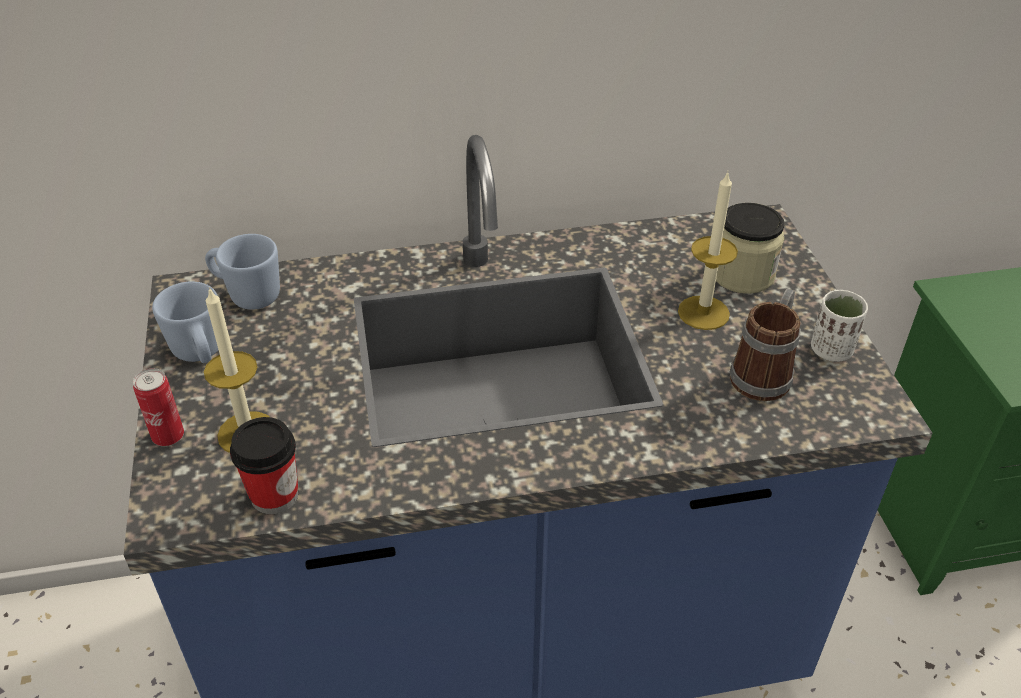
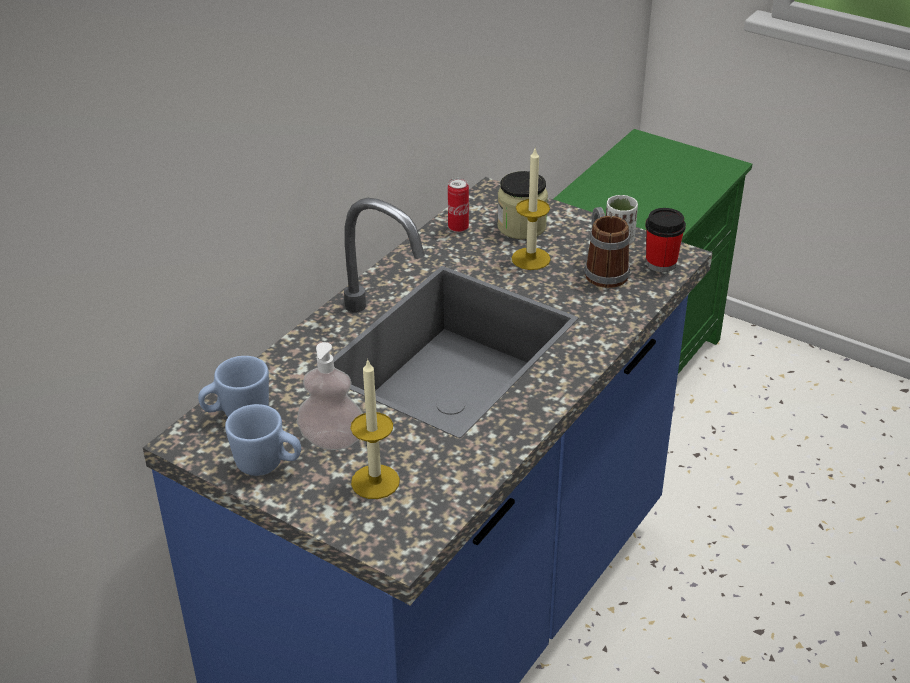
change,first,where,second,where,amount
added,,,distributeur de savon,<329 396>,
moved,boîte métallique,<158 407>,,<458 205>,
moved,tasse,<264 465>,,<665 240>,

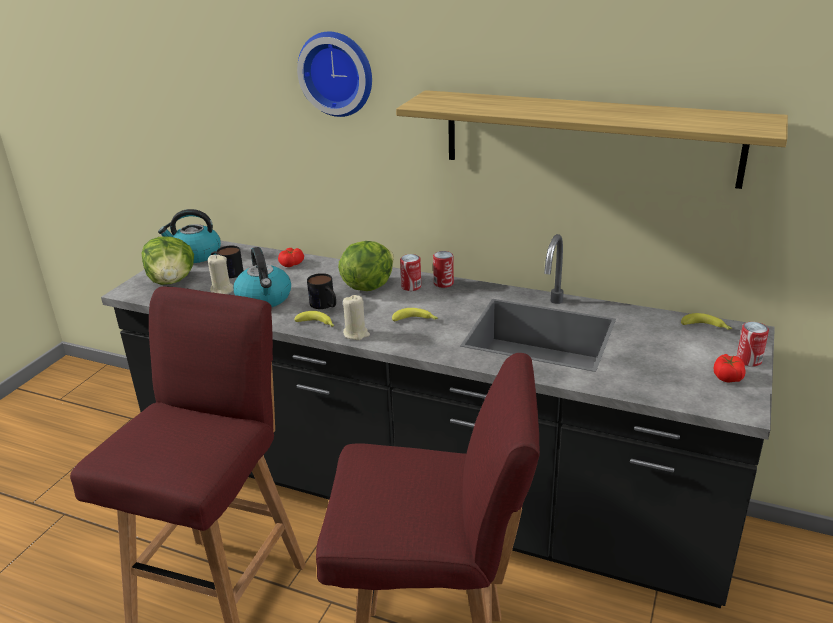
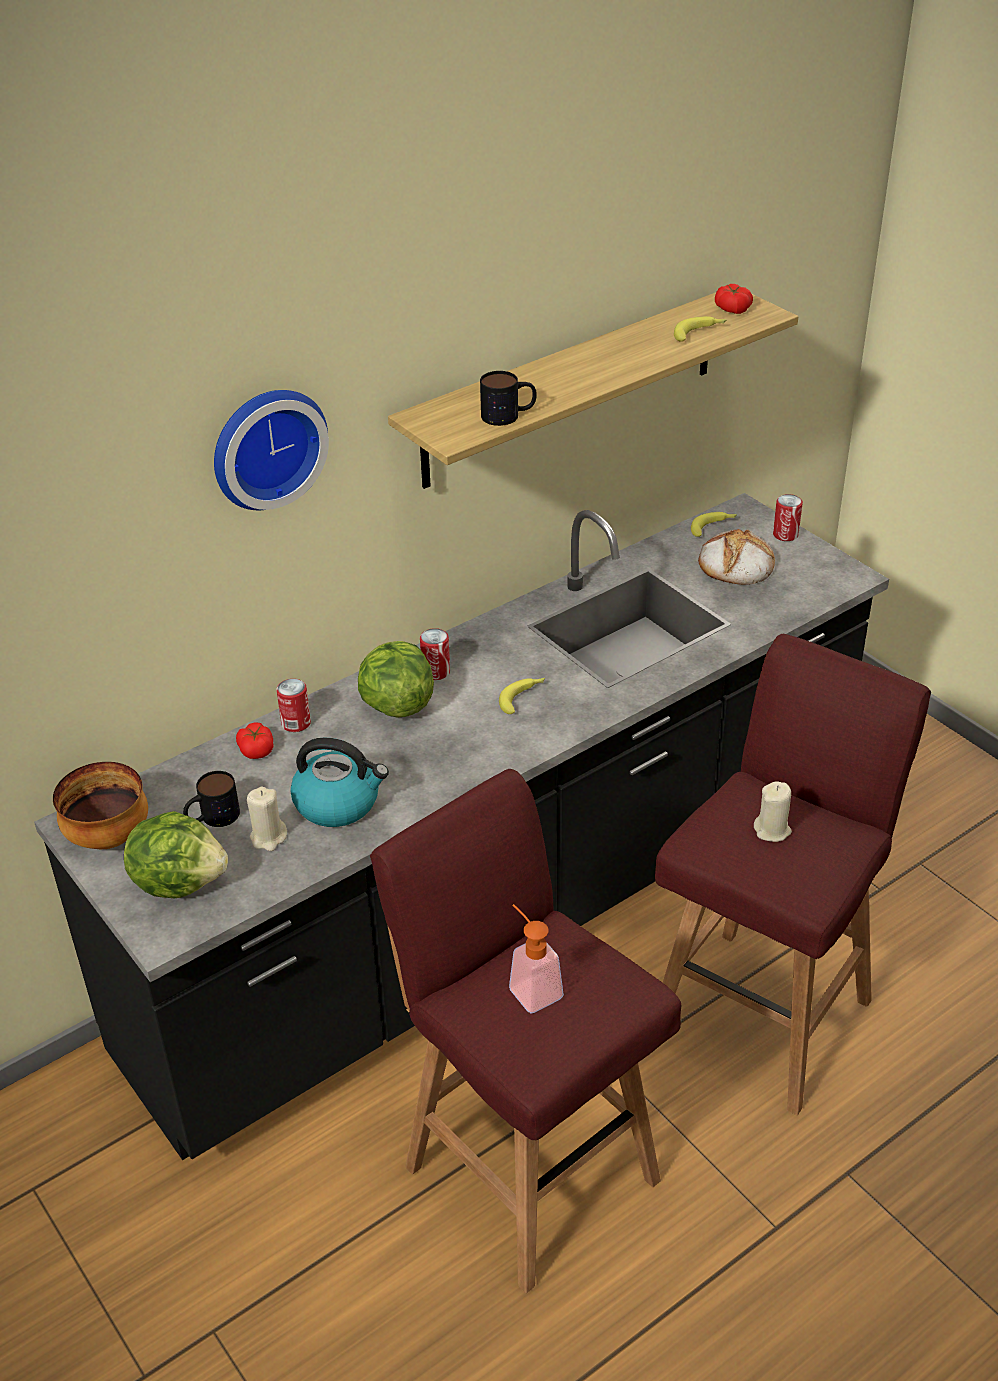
change,first,where,second,where,amount
replaced,bouilloire,<189 236>,bol,<100 805>,
moved,boîte métallique,<443 269>,,<293 705>,
moved,mug,<321 291>,,<508 398>,
added,,,distributeur de savon,<536 958>,
moved,banane,<314 319>,,<700 329>,
added,,,pain,<736 557>,
moved,tomate,<730 368>,,<734 299>,
moved,bougie (beige),<356 317>,,<773 811>,

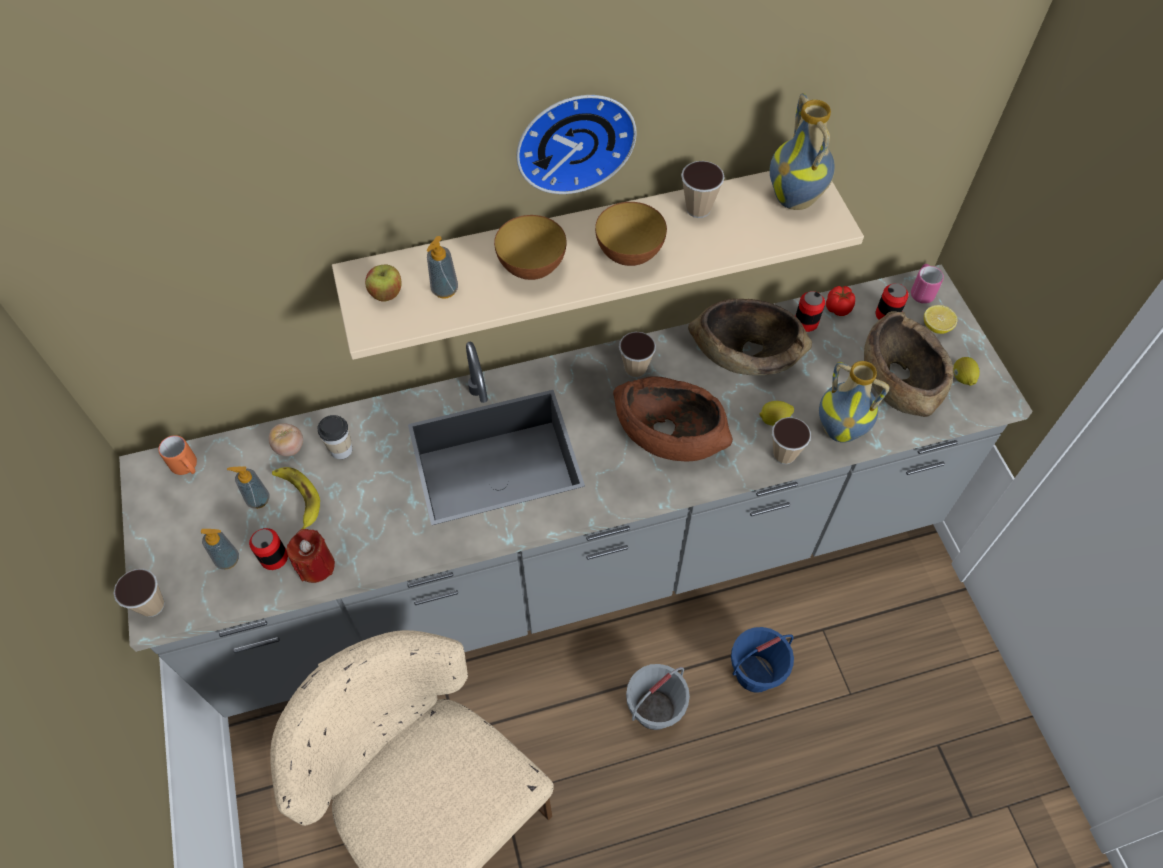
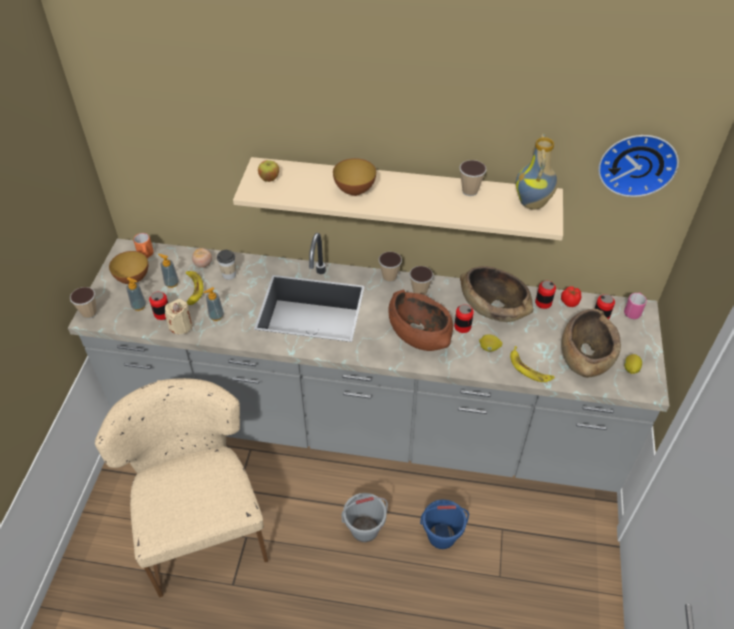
change,first,where,second,where,amount
moved,bol,<631 234>,,<128 267>,
recoloured,bougie (rouge),<311 556>,bougie (beige),<179 316>,
moved,distributeur de savon,<442 267>,,<213 304>,
moved,tasse,<791 440>,,<390 267>,
added,,,boîte métallique,<464 318>,
replaced,vase,<854 402>,banane,<532 364>,
moved,horloge murale,<576 144>,,<638 166>,
removed,citron,<941 319>,,,

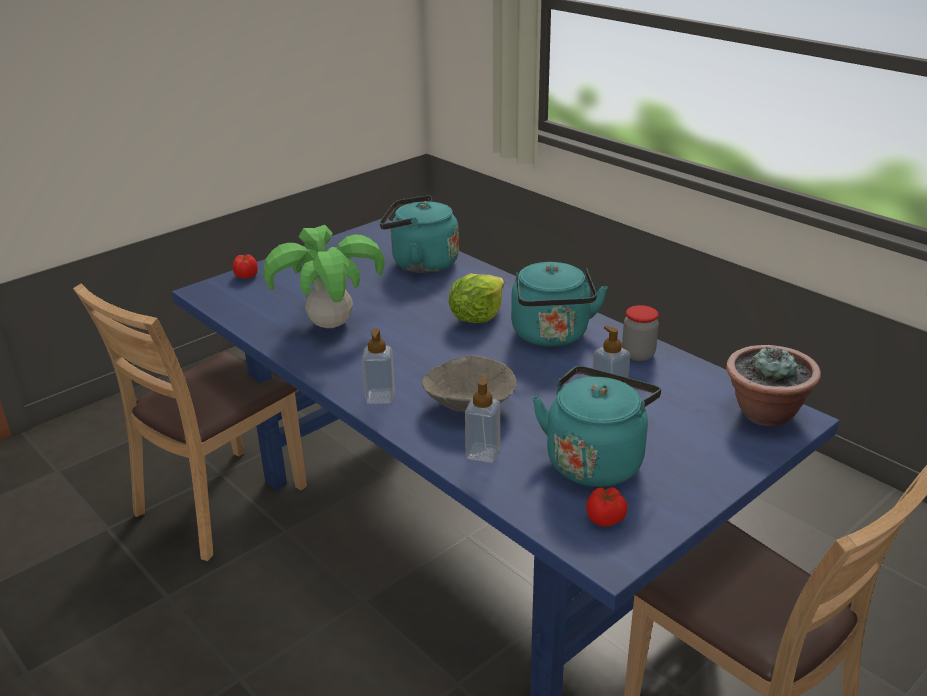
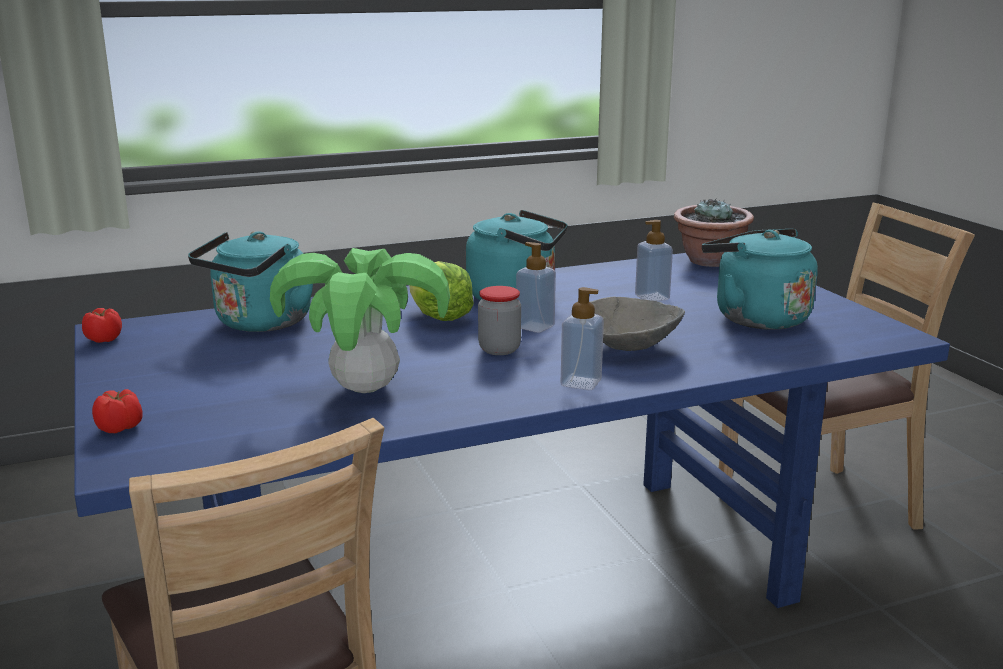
change,first,where,second,where,amount
moved,tomate,<606 507>,,<102 325>,
moved,bocal,<640 333>,,<499 320>,
moved,distributeur de savon,<482 419>,,<536 287>,

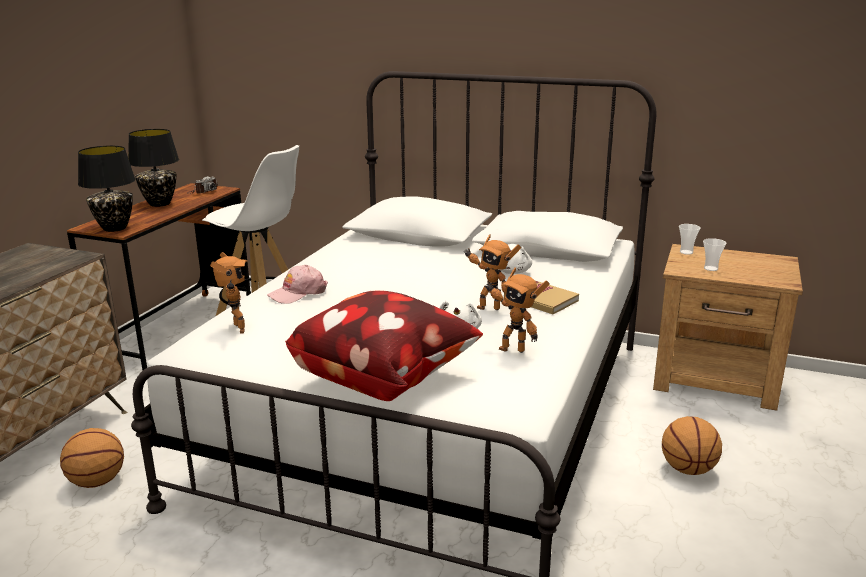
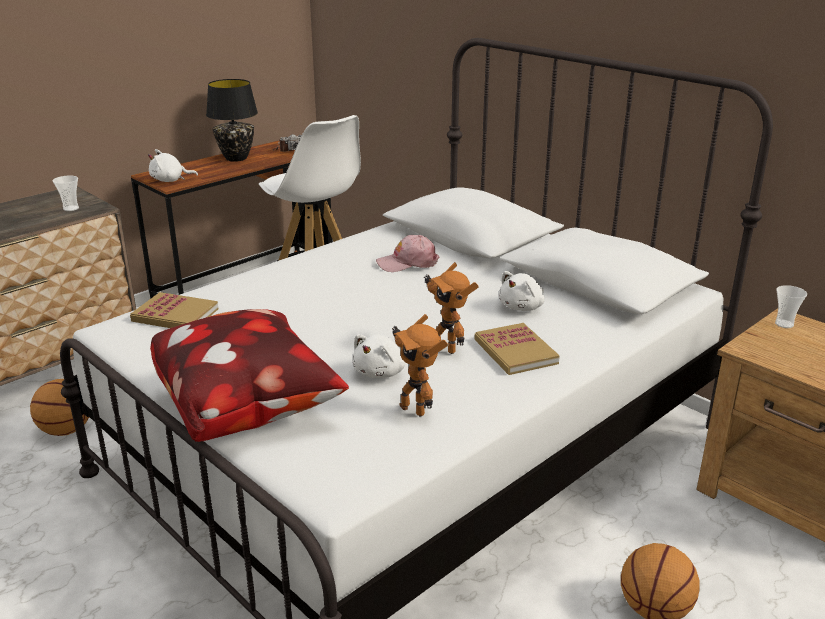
change,first,where,second,where,amount
moved,tasse,<714 254>,,<66 193>,
replaced,robot jouet,<229 293>,livre,<174 310>,
replaced,lampe de table (noir),<107 189>,peluche (blanc),<173 165>,
moved,casquette (rose),<297 284>,,<407 253>,

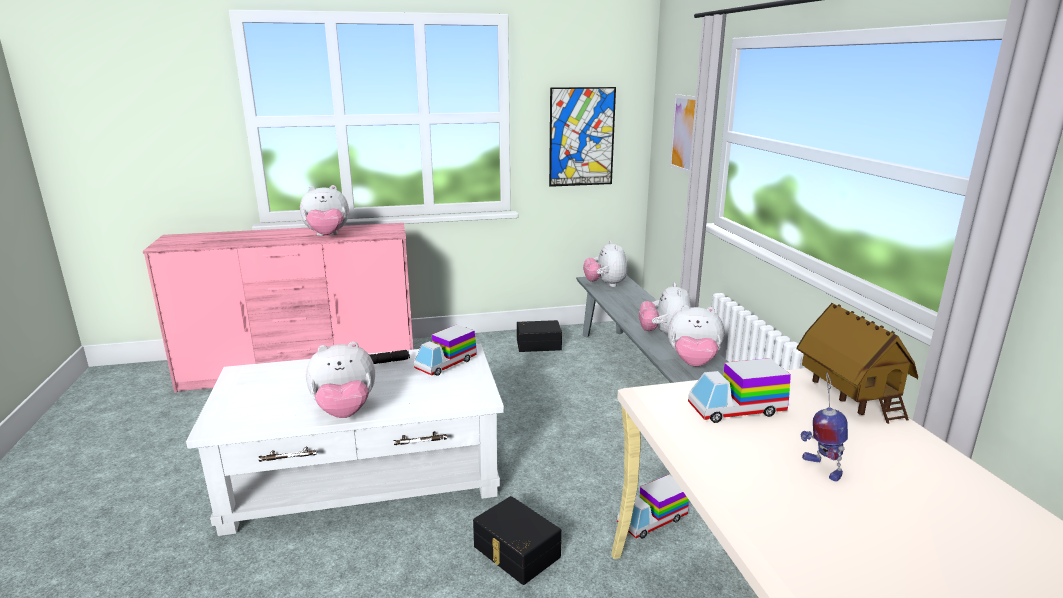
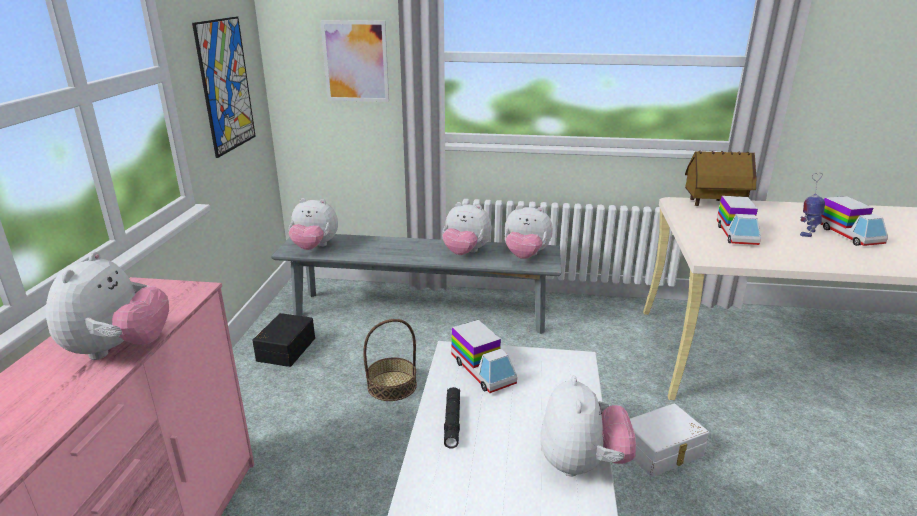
change,first,where,second,where,amount
added,,,panier,<390 360>,
turned,peluche,<696 336>,,<529 232>,75 degrees clockwise
recoloured,boîte de rangement (noir),<517 540>,boîte de rangement (blanc),<669 440>,
turned,robot jouet,<824 427>,,<812 205>,135 degrees clockwise
moved,camion jouet,<653 507>,,<854 221>,

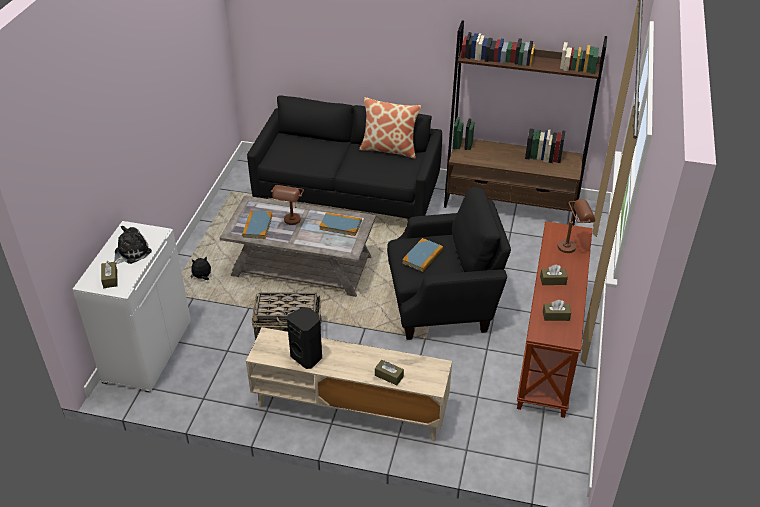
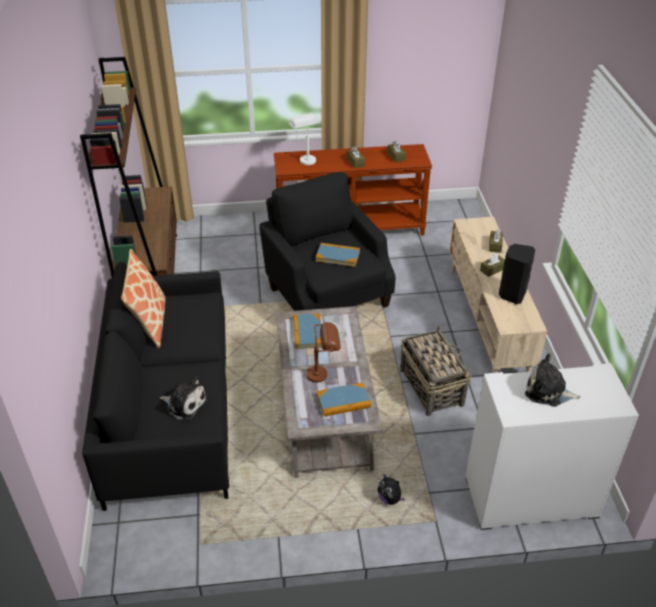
change,first,where,second,where,amount
added,,,peluche,<184 398>,
recoloured,lampe de table (marron),<576 226>,lampe de table (blanc),<304 139>,
moved,boîte à mouchoirs (marron),<109 274>,,<492 265>,

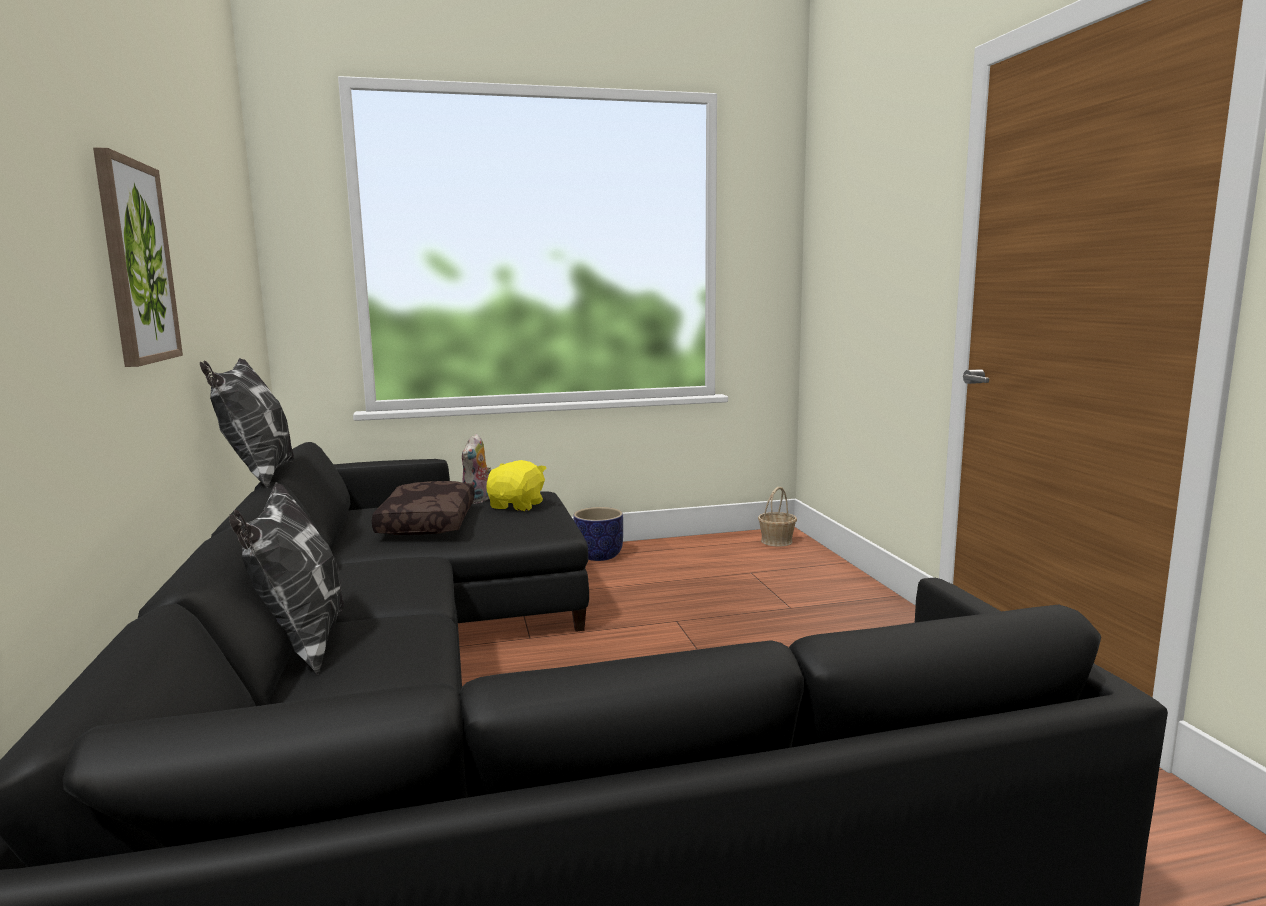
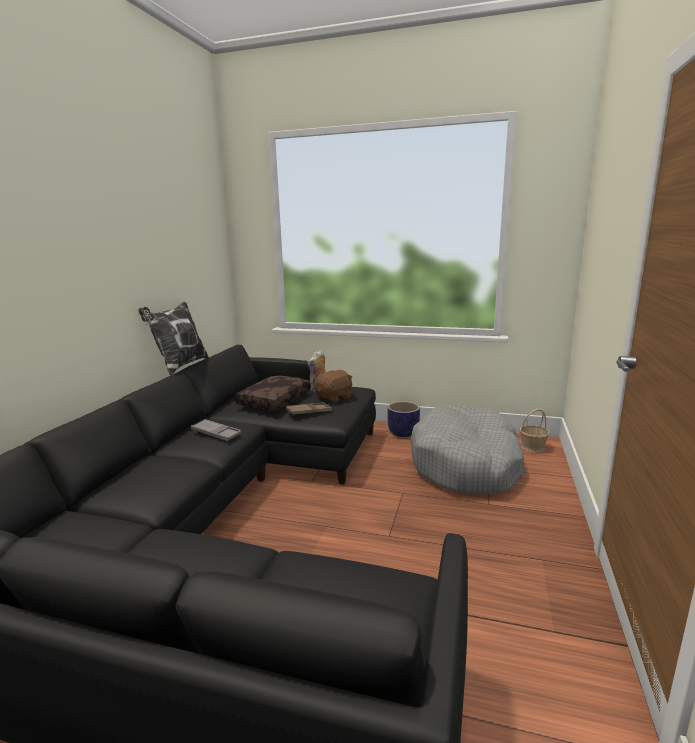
change,first,where,second,where,amount
added,,,plateau (gris),<216 430>,
added,,,plateau (marron),<309 409>,
recoloured,peluche (jaune),<516 485>,peluche (marron),<333 386>,
added,,,panier pour chien (gris),<467 449>,
removed,tableau,<138 257>,,,
removed,coussin,<286 578>,,,

